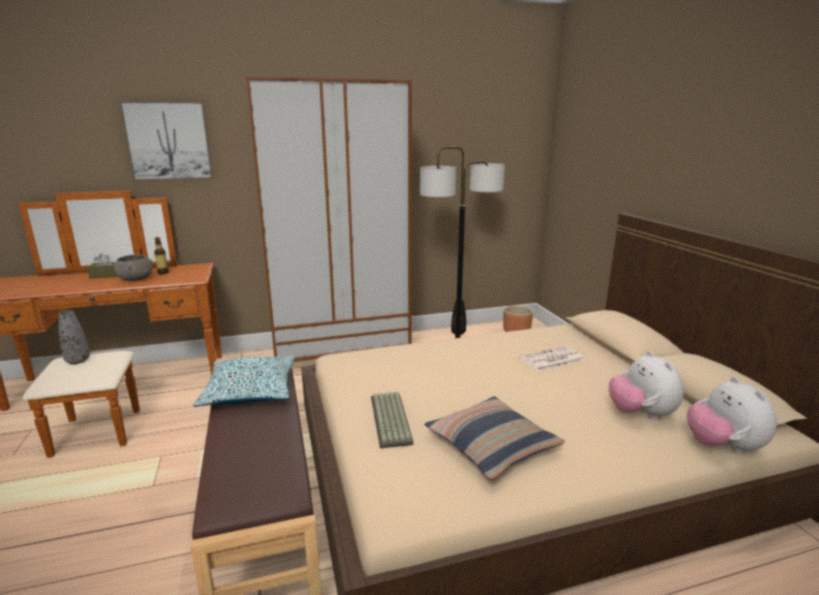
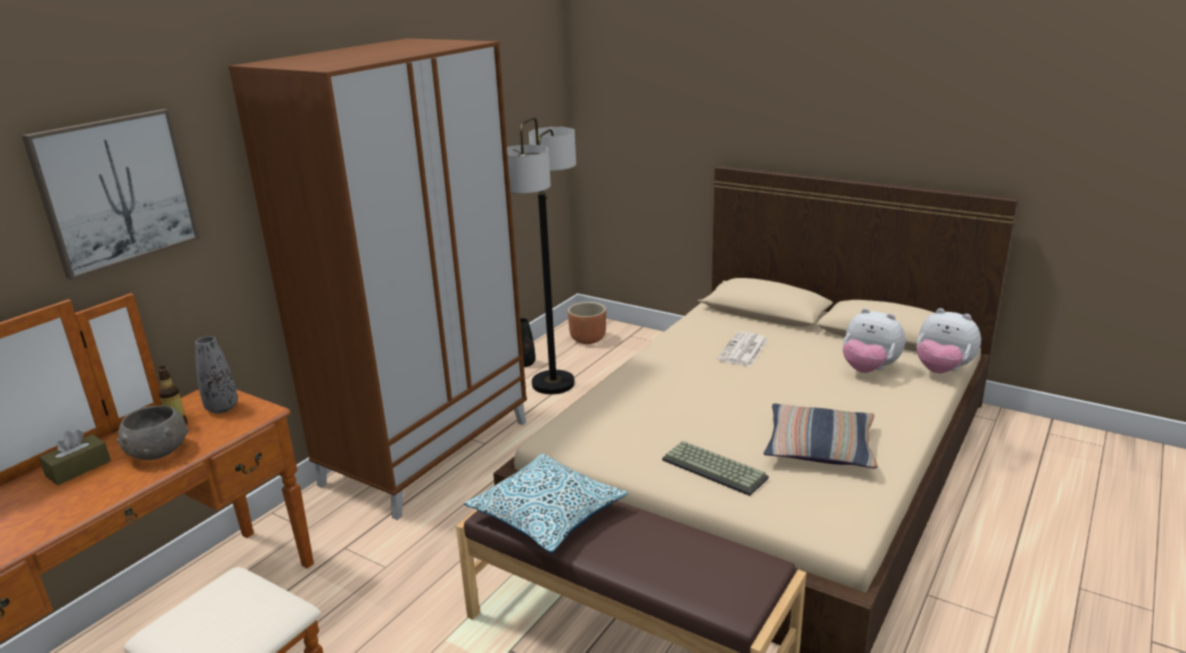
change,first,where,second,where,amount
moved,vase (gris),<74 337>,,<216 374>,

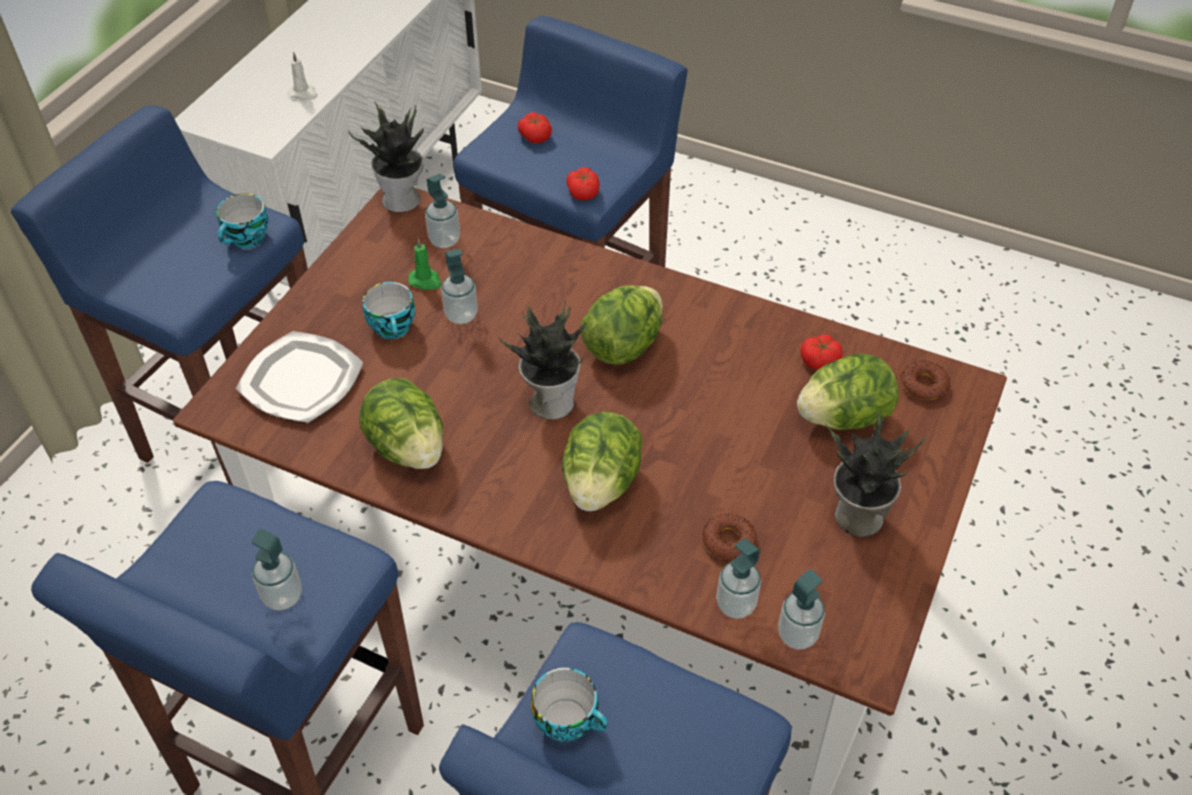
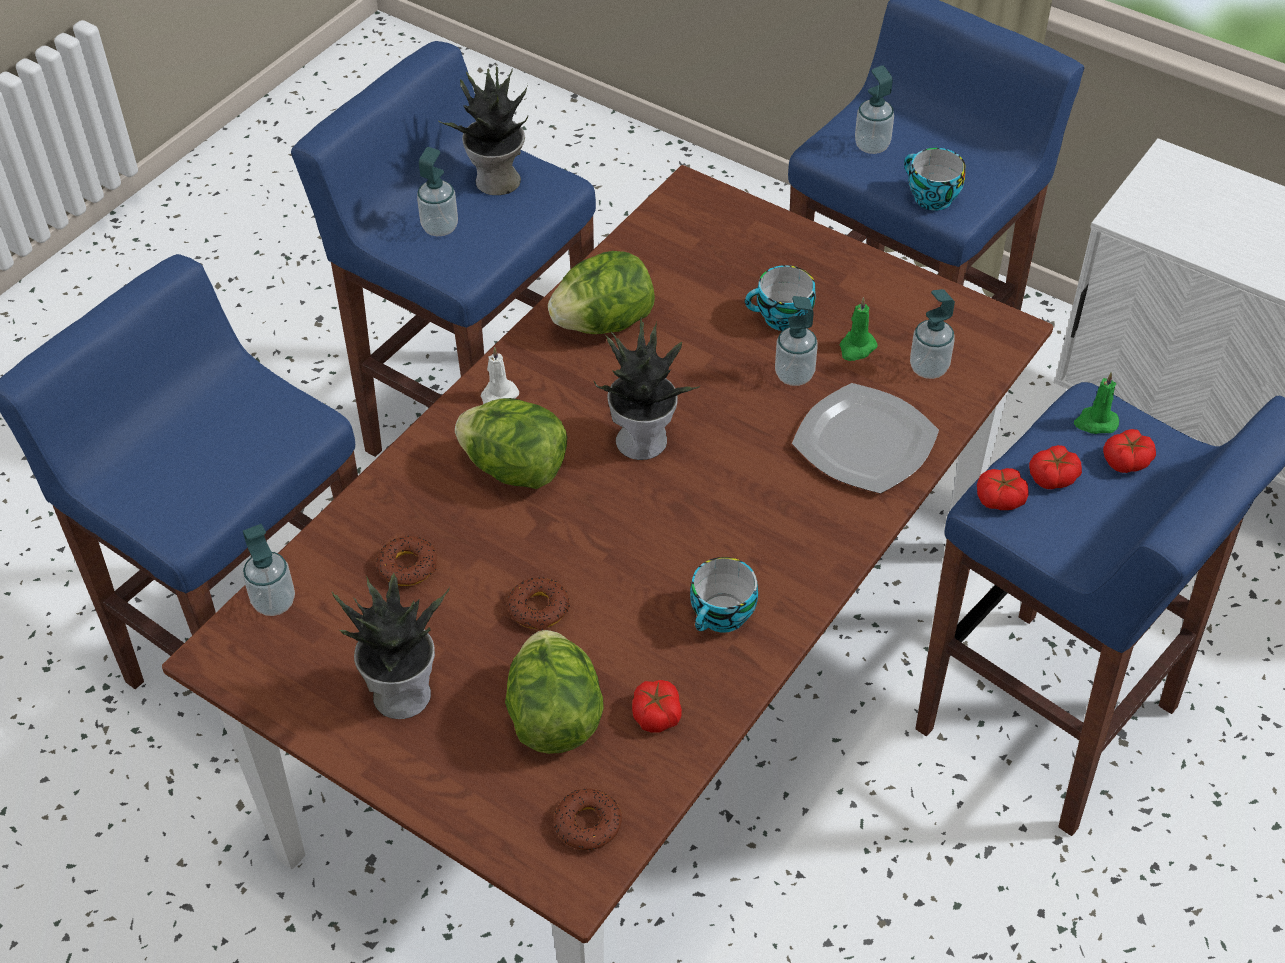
change,first,where,second,where,amount
moved,plante en pot,<386 157>,,<483 131>,
moved,bougie (blanc),<303 76>,,<500 375>,
added,,,beignet,<538 604>,
moved,tasse,<569 704>,,<724 595>,
moved,assiette,<300 377>,,<865 438>,
moved,distributeur de savon,<738 578>,,<874 109>,
added,,,tomate,<1055 467>,
added,,,bougie (vert),<1096 403>,
removed,laitue,<621 325>,,,

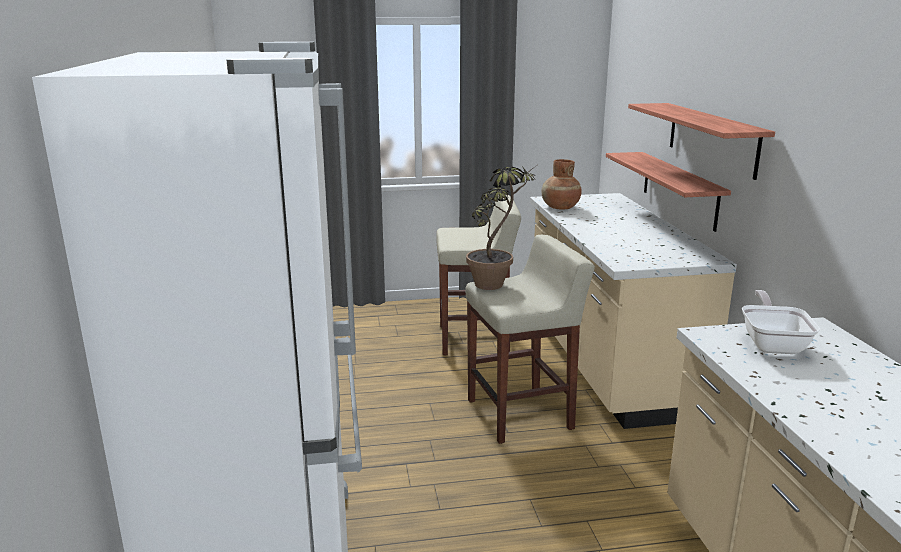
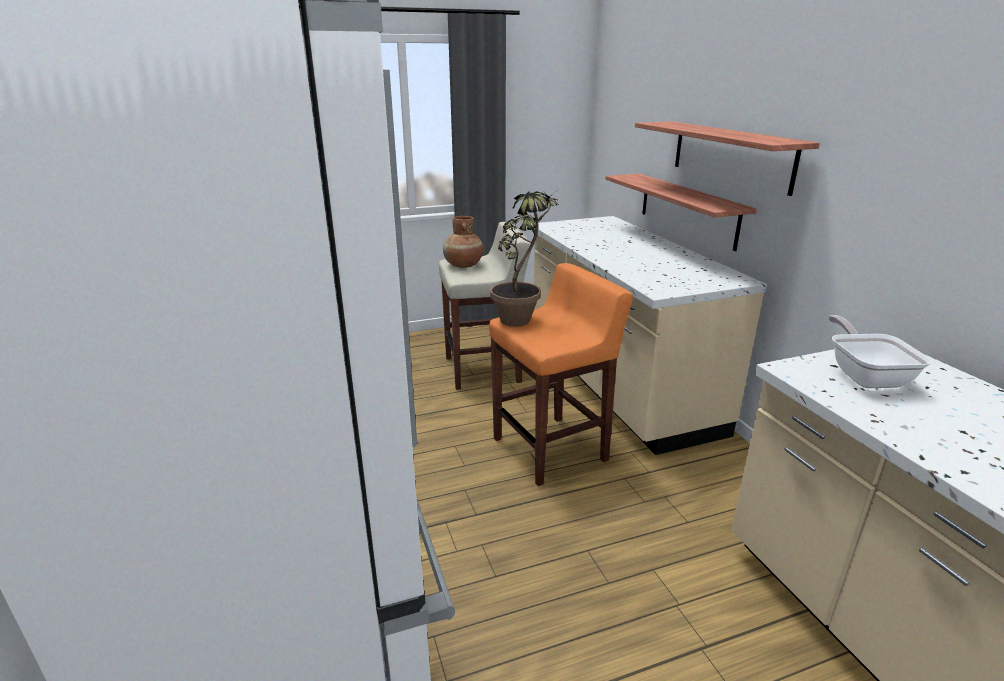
change,first,where,second,where,amount
moved,vase (marron),<562 184>,,<463 242>,
recoloured,tabouret (beige),<530 339>,tabouret (orange),<561 374>,

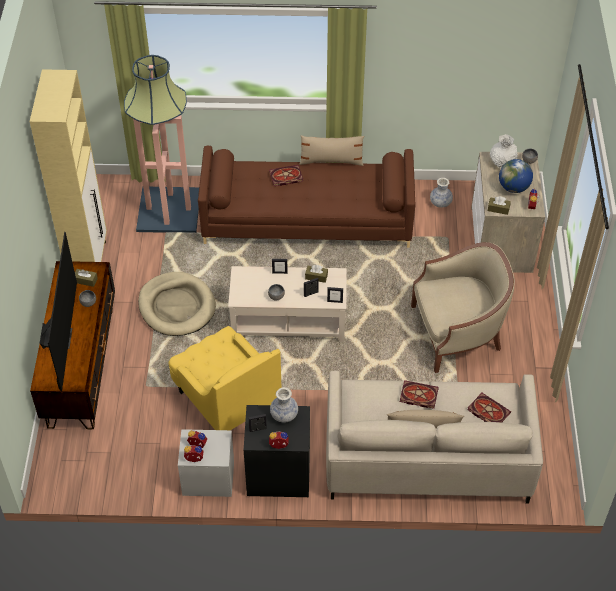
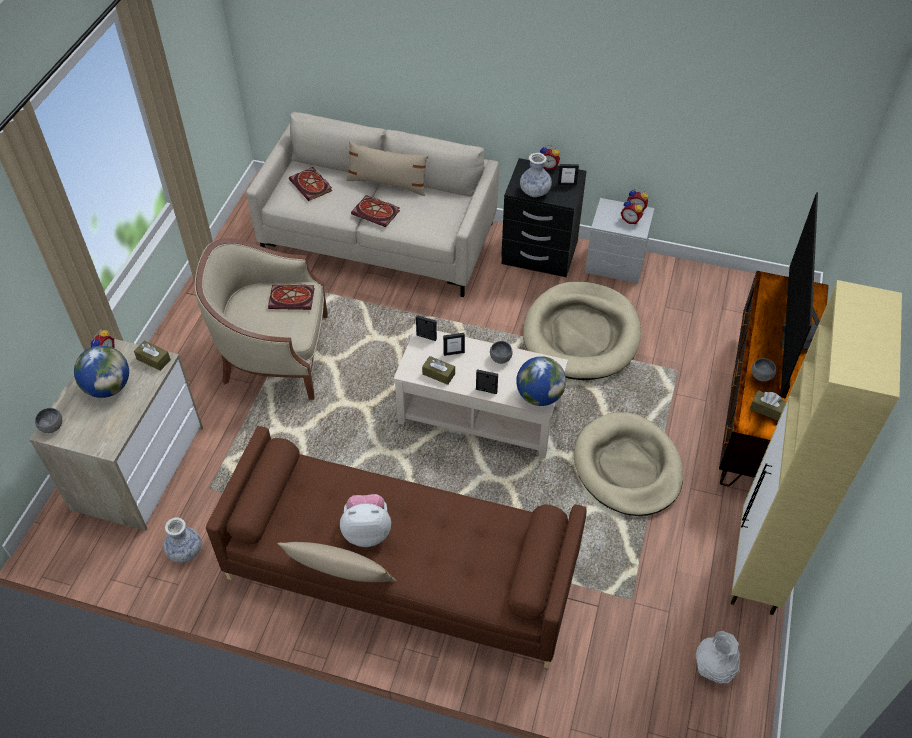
change,first,where,second,where,amount
moved,livre,<286 175>,,<291 297>,
added,,,peluche,<365 520>,
added,,,globe,<541 381>,
replaced,fauteuil (jaune),<225 378>,panier pour chien (beige),<582 331>,
moved,vase (blanc),<504 151>,,<718 657>,
removed,lampadaire,<161 144>,,,

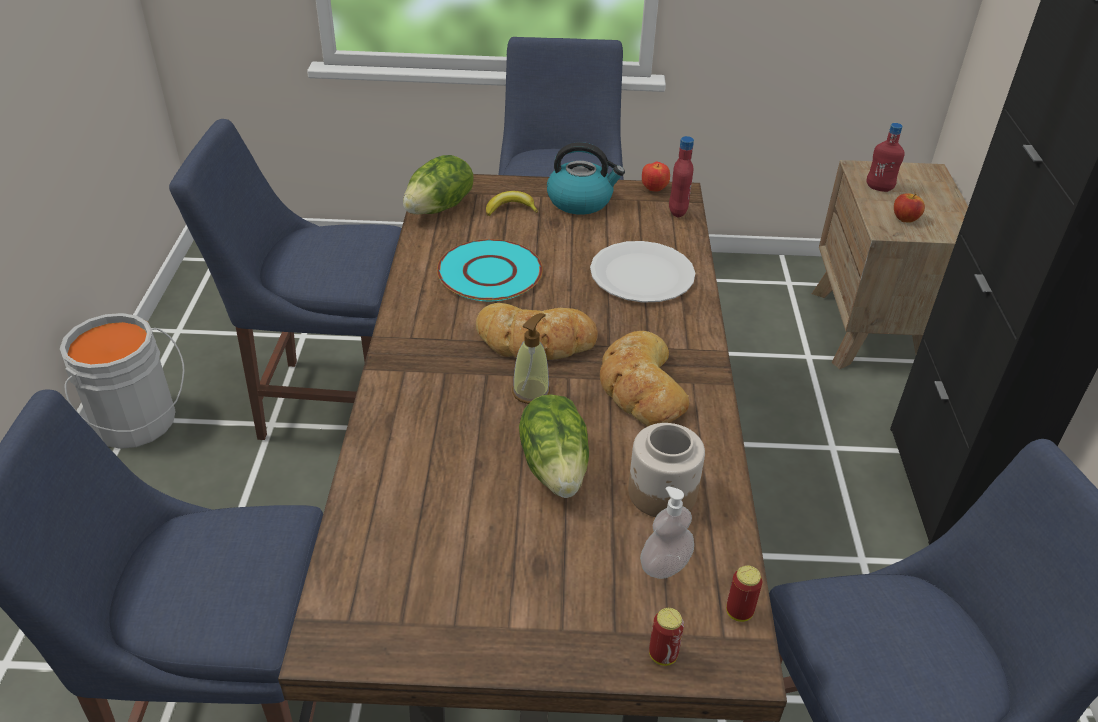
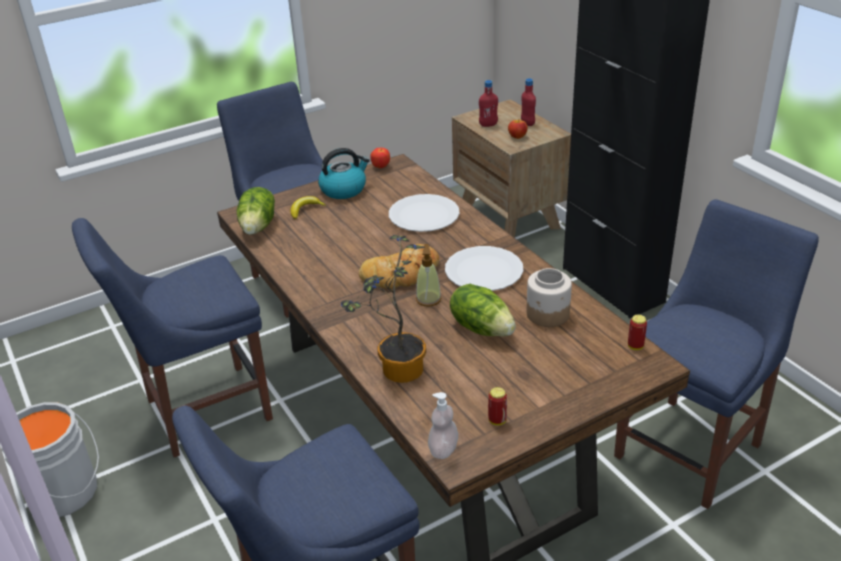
change,first,where,second,where,amount
added,,,plante en pot,<383 309>,
moved,distributeur de savon,<667 532>,,<443 425>,
replaced,pain,<644 378>,assiette (blanc),<484 268>,
moved,boîte métallique,<666 637>,,<497 406>,
moved,bouteille (rouge),<681 176>,,<528 102>,
removed,assiette (turquoise),<490 270>,,,

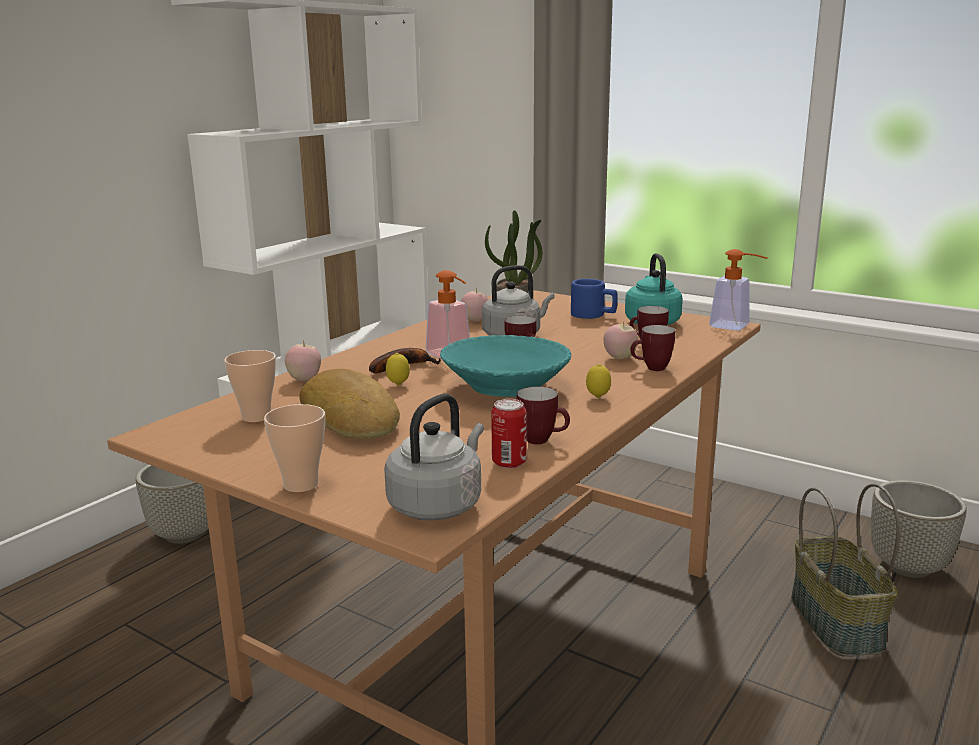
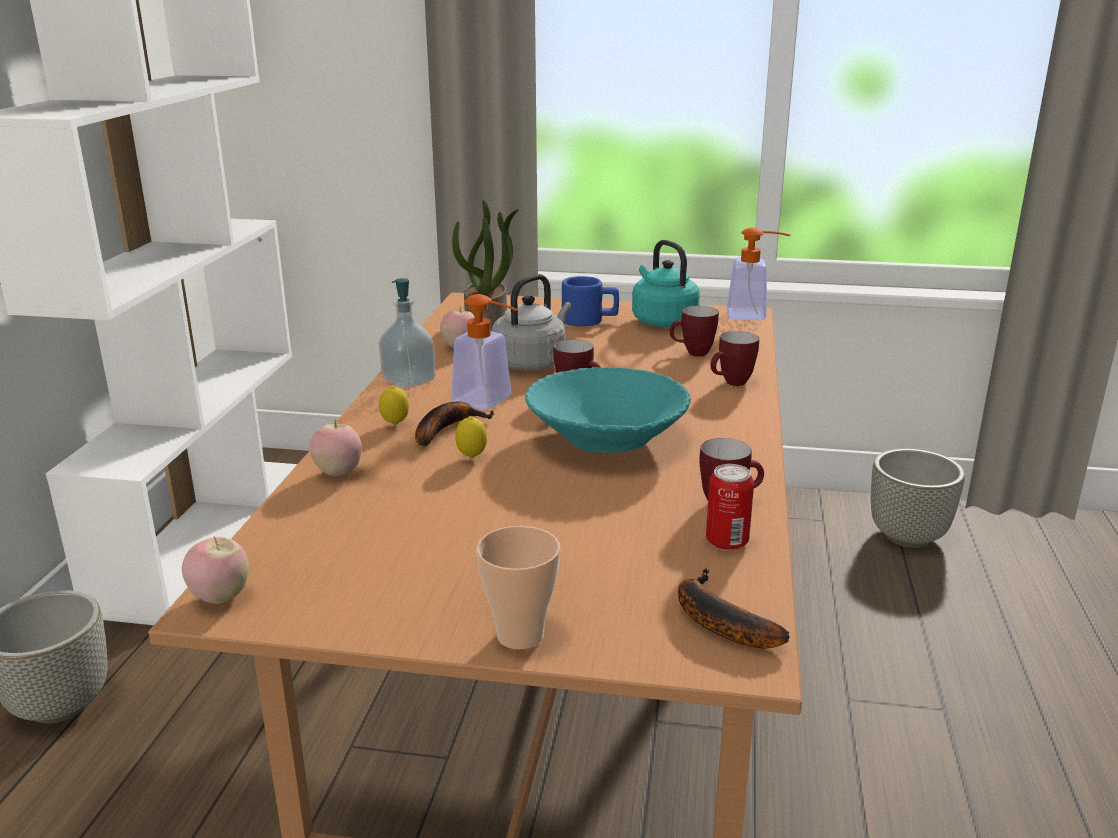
change,first,where,second,where,amount
moved,pomme,<621 340>,,<215 570>,
added,,,distributeur de savon,<407 333>,
moved,citron,<598 381>,,<394 405>,
replaced,bouilloire (gris),<434 457>,banane,<733 608>,
removed,tasse,<250 386>,,,
removed,pain,<349 404>,,,
removed,panier,<845 570>,,,

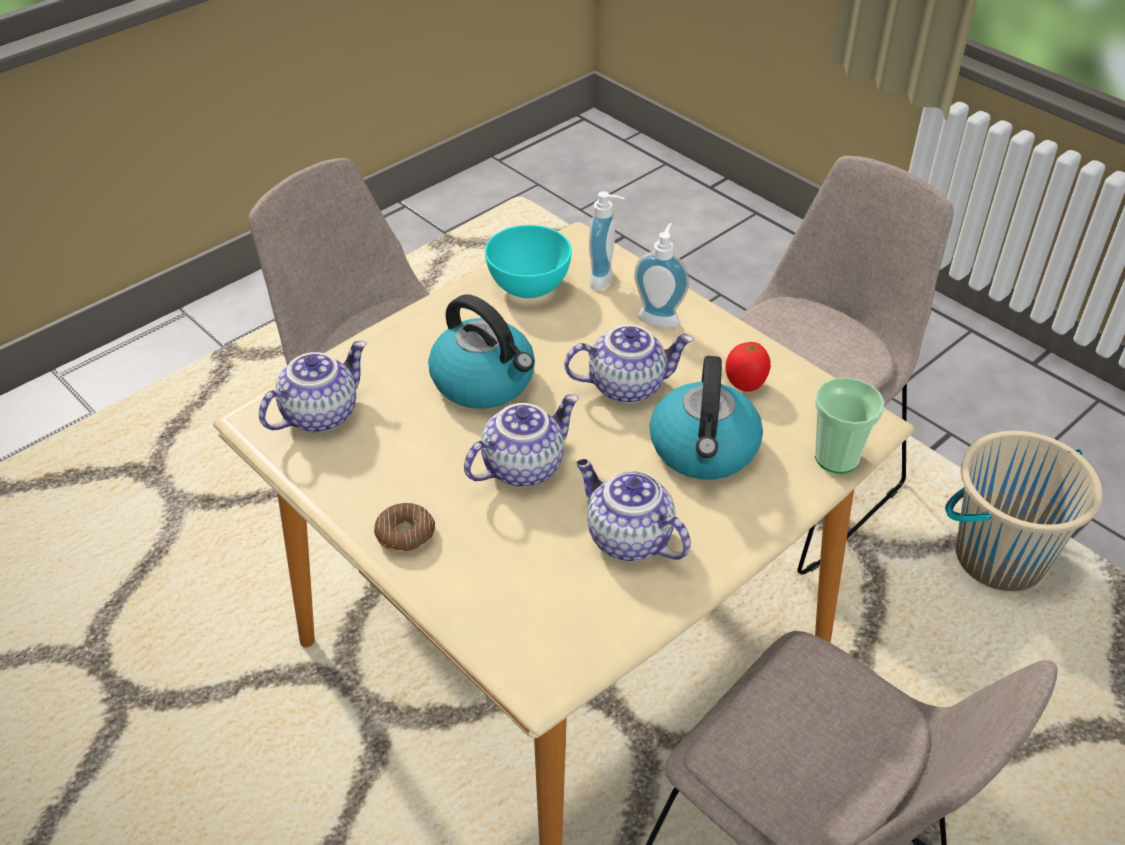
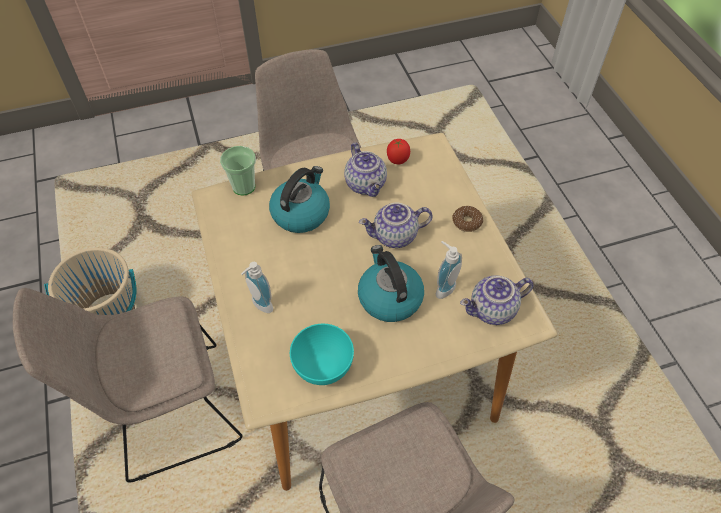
change,first,where,second,where,amount
moved,tomate,<748 367>,,<398 151>,
moved,distributeur de savon,<607 240>,,<449 270>,
removed,théière,<629 364>,,,

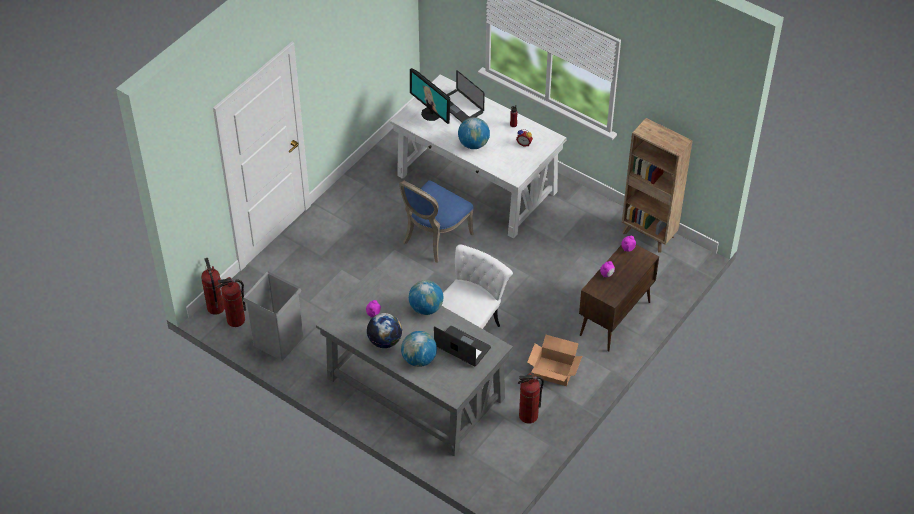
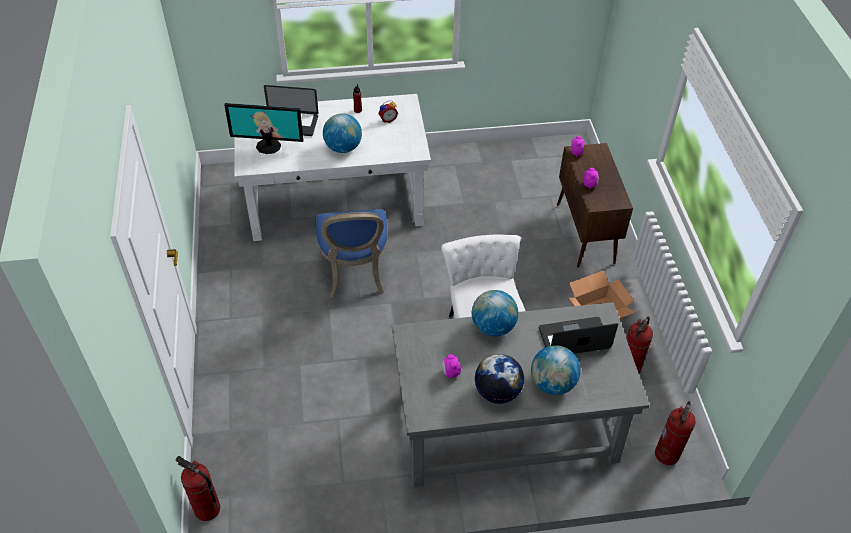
change,first,where,second,where,amount
moved,extincteur,<232 302>,,<675 433>,
removed,poubelle (gris),<273 316>,,,
removed,bibliothèque (marron),<657 185>,,,

